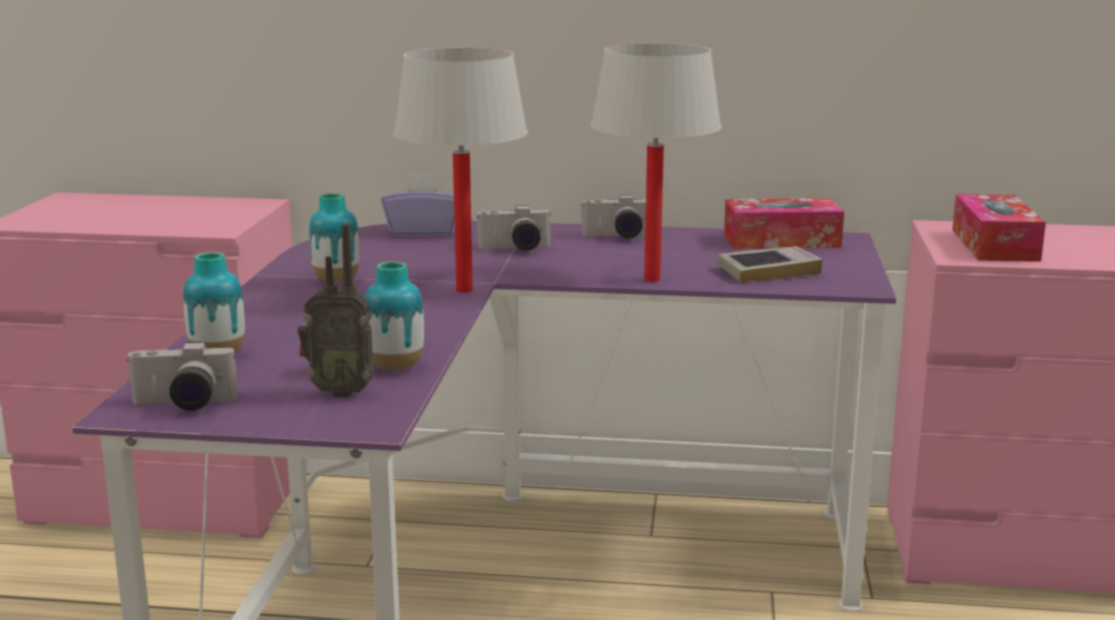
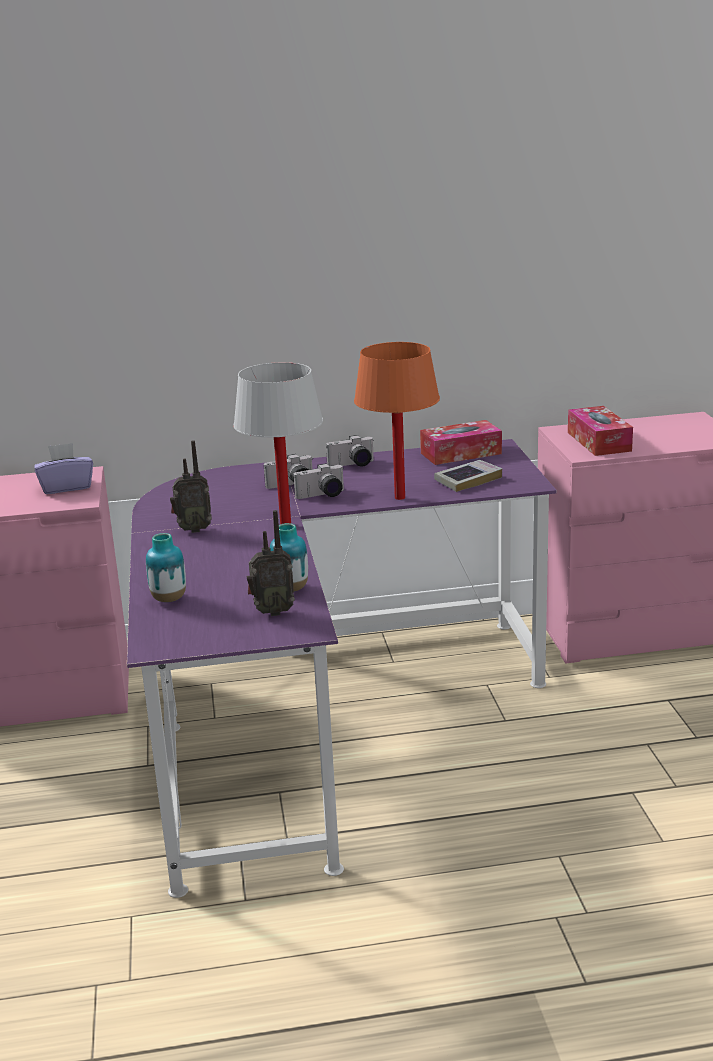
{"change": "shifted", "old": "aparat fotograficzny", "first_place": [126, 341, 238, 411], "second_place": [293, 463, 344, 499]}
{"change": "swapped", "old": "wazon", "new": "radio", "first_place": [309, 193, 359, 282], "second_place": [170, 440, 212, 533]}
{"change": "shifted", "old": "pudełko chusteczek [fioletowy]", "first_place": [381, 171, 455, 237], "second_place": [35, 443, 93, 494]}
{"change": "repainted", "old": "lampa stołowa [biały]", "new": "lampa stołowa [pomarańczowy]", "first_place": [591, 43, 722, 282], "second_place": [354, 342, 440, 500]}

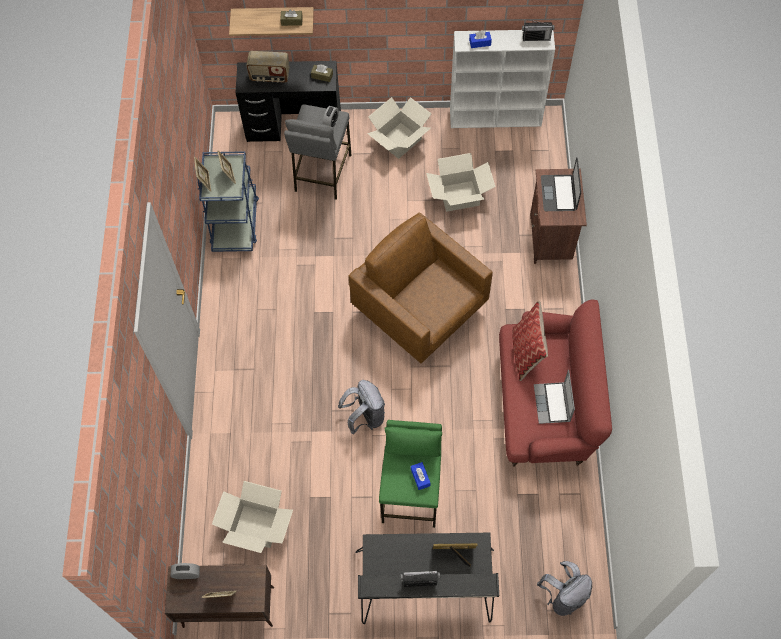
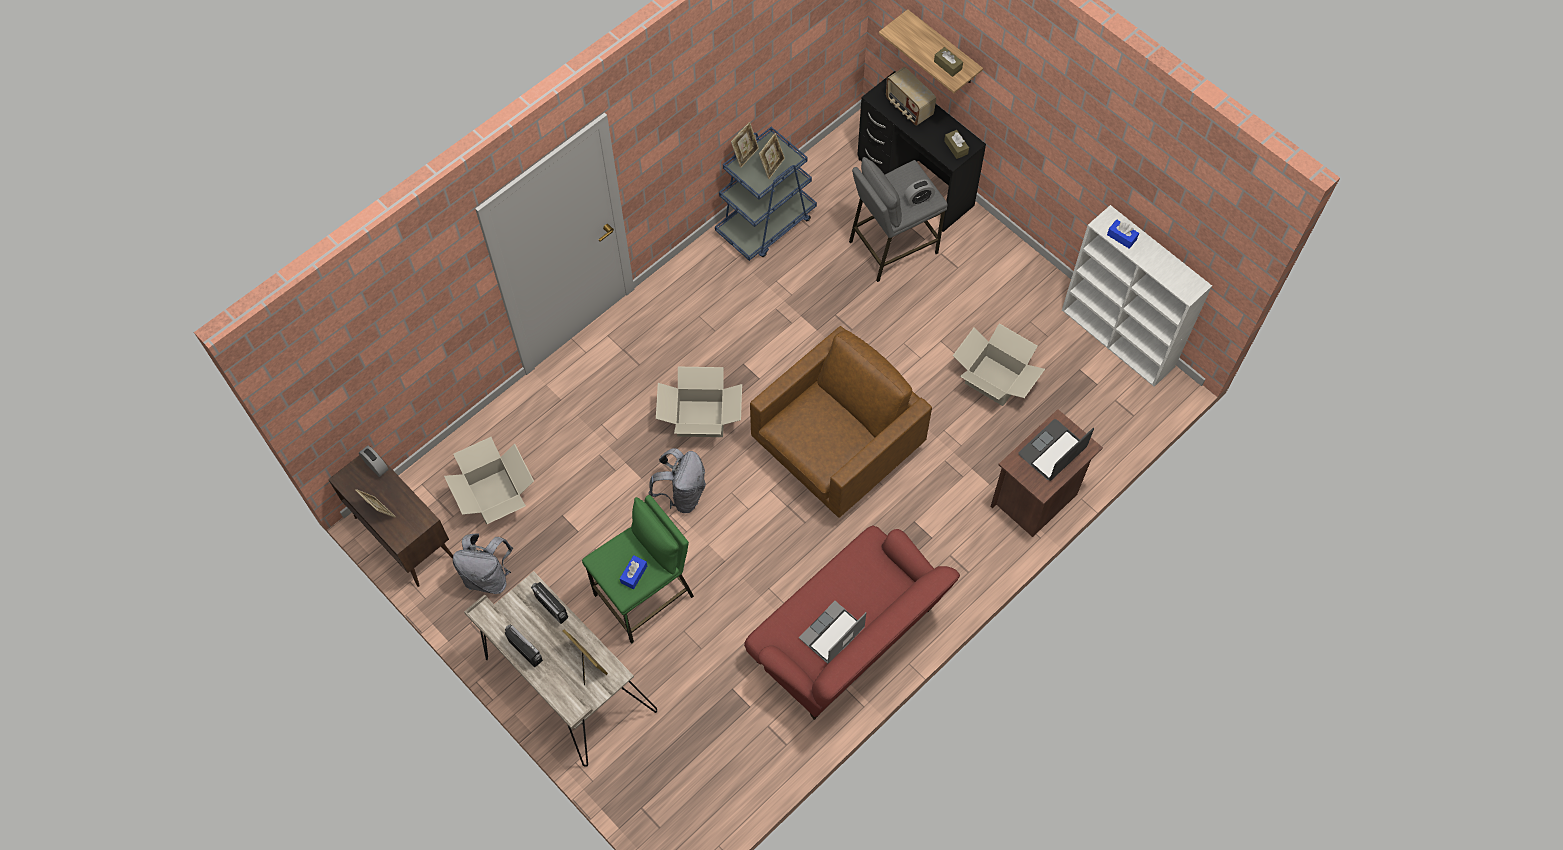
{"change": "rotated", "old": "fotel [brązowy]", "first_place": [348, 212, 493, 363], "second_place": [750, 326, 932, 518], "degrees": 45}
{"change": "repainted", "old": "biurko [czarny]", "new": "biurko [beżowy]", "first_place": [355, 533, 499, 624], "second_place": [464, 571, 657, 767]}
{"change": "shifted", "old": "karton", "first_place": [367, 97, 431, 159], "second_place": [656, 367, 742, 437]}
{"change": "gone", "old": "poduszka", "first_place": [512, 300, 548, 381]}
{"change": "shifted", "old": "radio", "first_place": [522, 20, 554, 41], "second_place": [531, 582, 568, 624]}
{"change": "shifted", "old": "plecak [szary]", "first_place": [537, 561, 592, 616], "second_place": [453, 533, 513, 594]}

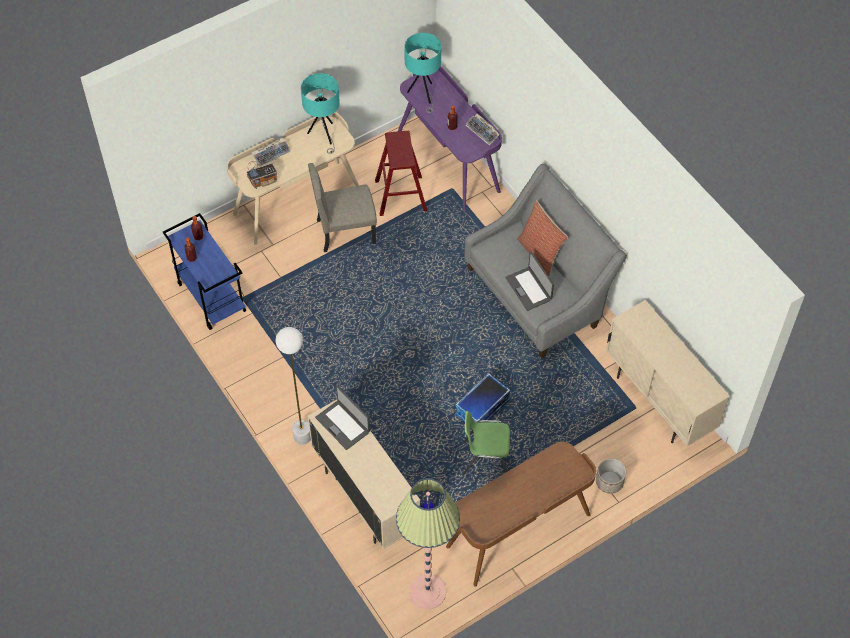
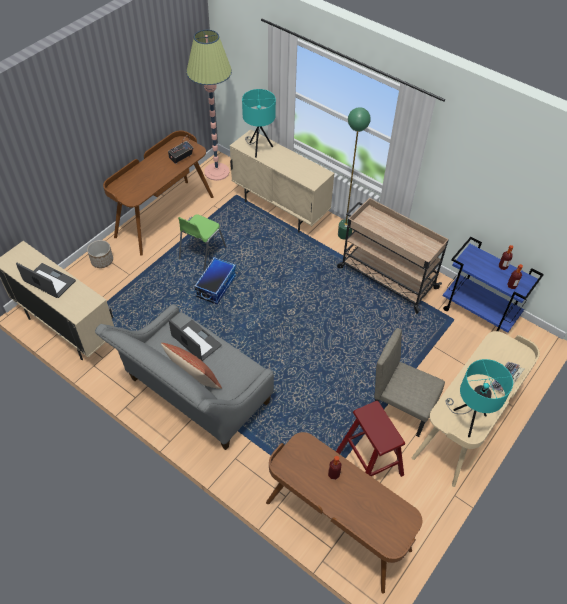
{"change": "shifted", "old": "radio", "first_place": [247, 161, 277, 189], "second_place": [168, 135, 194, 164]}
{"change": "repainted", "old": "lampa stojąca [biały]", "new": "lampa stojąca [zielony]", "first_place": [276, 327, 311, 445], "second_place": [338, 107, 371, 240]}
{"change": "rotated", "old": "krzesło [beżowy]", "first_place": [308, 163, 377, 252], "second_place": [374, 328, 445, 437], "degrees": -120}
{"change": "shifted", "old": "laptop", "first_place": [315, 385, 370, 450], "second_place": [16, 263, 76, 298]}
{"change": "repainted", "old": "biurko [fioletowy]", "new": "biurko [brązowy]", "first_place": [398, 66, 502, 211], "second_place": [266, 432, 423, 594]}
{"change": "shifted", "old": "lampa stołowa [turkusowy]", "first_place": [404, 33, 441, 113], "second_place": [242, 89, 276, 158]}
{"change": "rotated", "old": "krzesło [zielony]", "first_place": [462, 411, 512, 476], "second_place": [178, 214, 226, 271], "degrees": 135}
{"change": "gone", "old": "klawiatura", "first_place": [465, 113, 499, 146]}
{"change": "new", "new": "wózek [beżowy]", "second_place": [337, 198, 449, 314]}

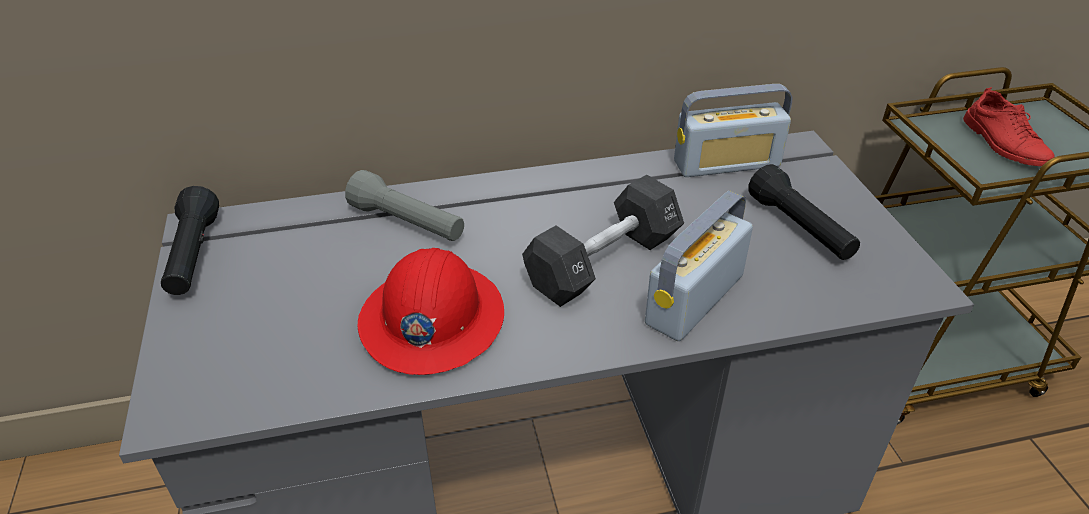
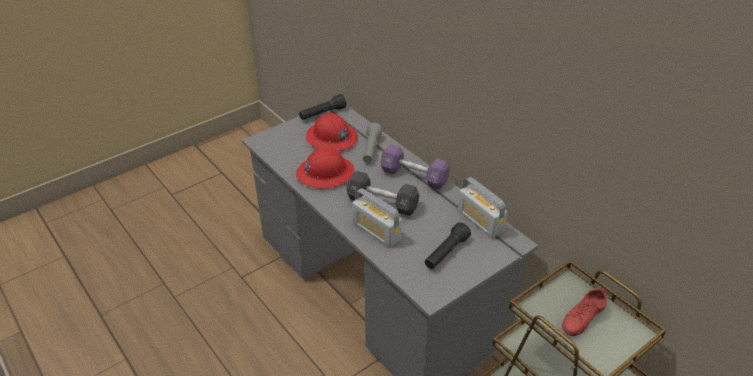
{"change": "rotated", "old": "radio", "first_place": [645, 191, 753, 341], "second_place": [352, 188, 402, 248], "degrees": -150}
{"change": "new", "new": "kask [czerwony]", "second_place": [306, 113, 358, 151]}
{"change": "new", "new": "hantel [fioletowy]", "second_place": [380, 144, 450, 189]}

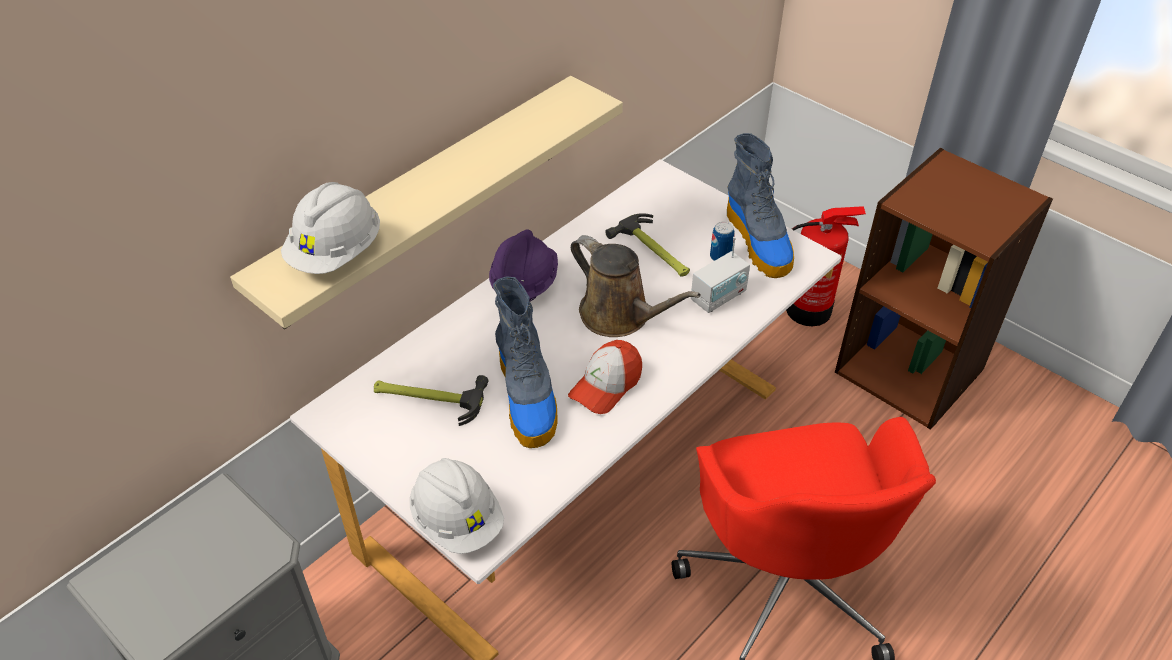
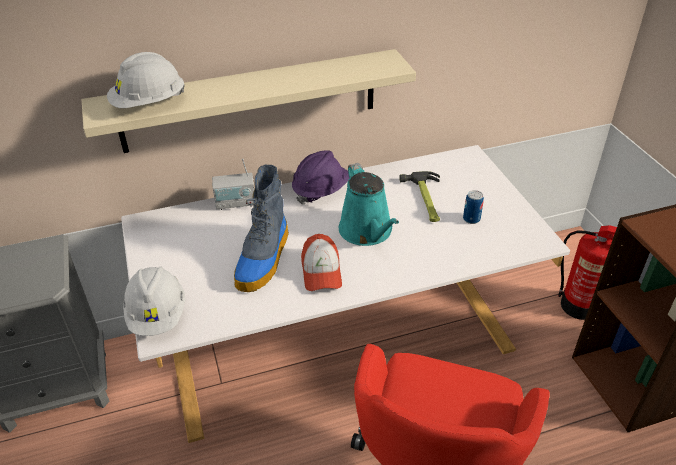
{"change": "gone", "old": "młotek", "first_place": [374, 375, 489, 426]}
{"change": "rotated", "old": "czapka z daszkiem", "first_place": [568, 340, 642, 414], "second_place": [301, 234, 342, 291], "degrees": -75}
{"change": "repainted", "old": "konewka [brązowy]", "new": "konewka [turkusowy]", "first_place": [571, 235, 701, 337], "second_place": [339, 163, 399, 246]}
{"change": "shifted", "old": "radio", "first_place": [691, 237, 750, 313], "second_place": [212, 158, 254, 210]}
{"change": "gone", "old": "but z cholewką", "first_place": [727, 133, 794, 278]}

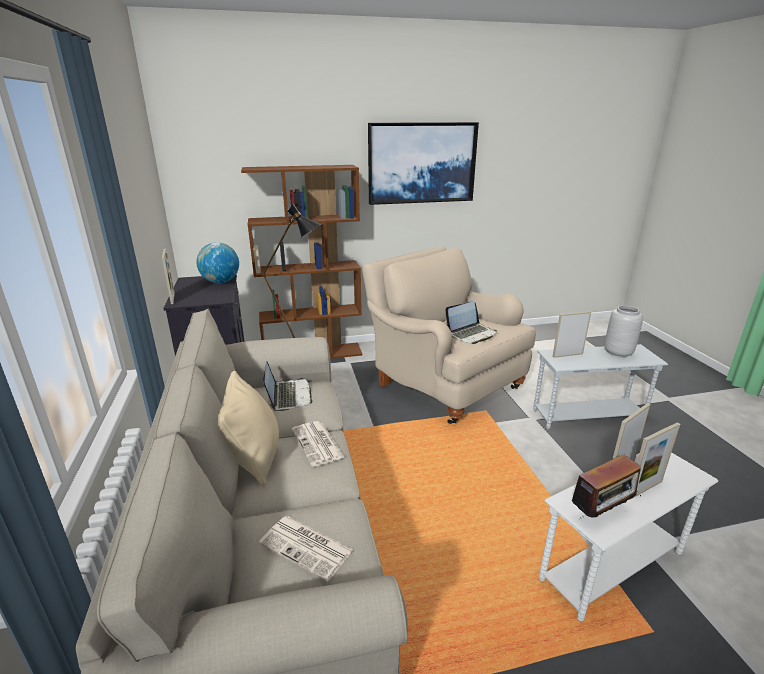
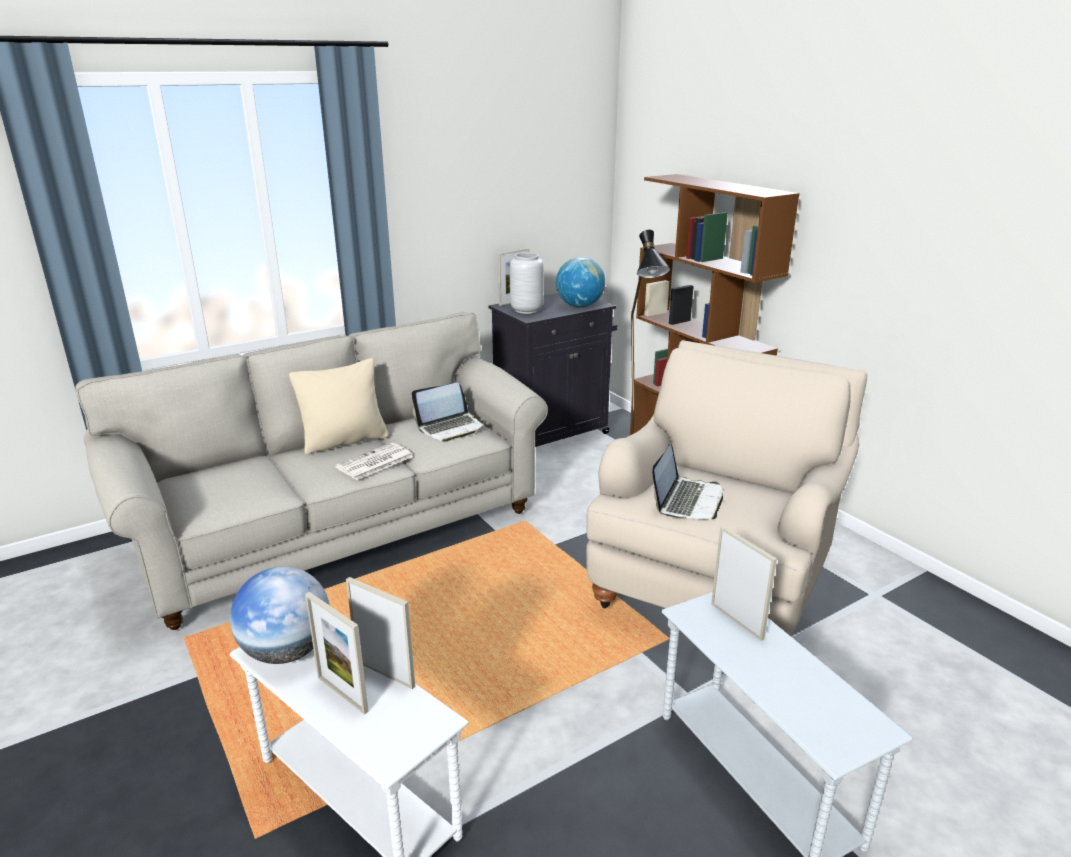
{"change": "gone", "old": "gazeta", "first_place": [259, 516, 354, 582]}
{"change": "gone", "old": "obraz", "first_place": [368, 122, 479, 205]}
{"change": "rotated", "old": "laptop", "first_place": [445, 301, 497, 344], "second_place": [652, 444, 723, 520], "degrees": -105}
{"change": "swapped", "old": "radio", "new": "globus", "first_place": [570, 454, 641, 518], "second_place": [230, 566, 329, 664]}
{"change": "shifted", "old": "wazon [szary]", "first_place": [604, 305, 643, 358], "second_place": [510, 253, 544, 314]}

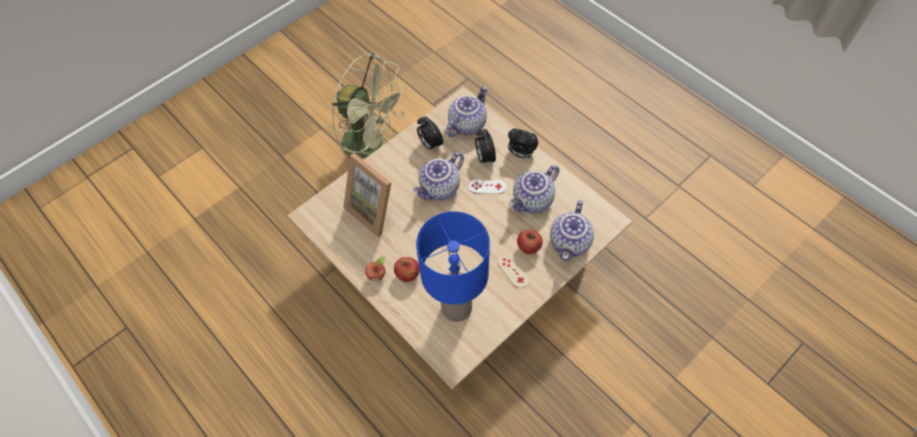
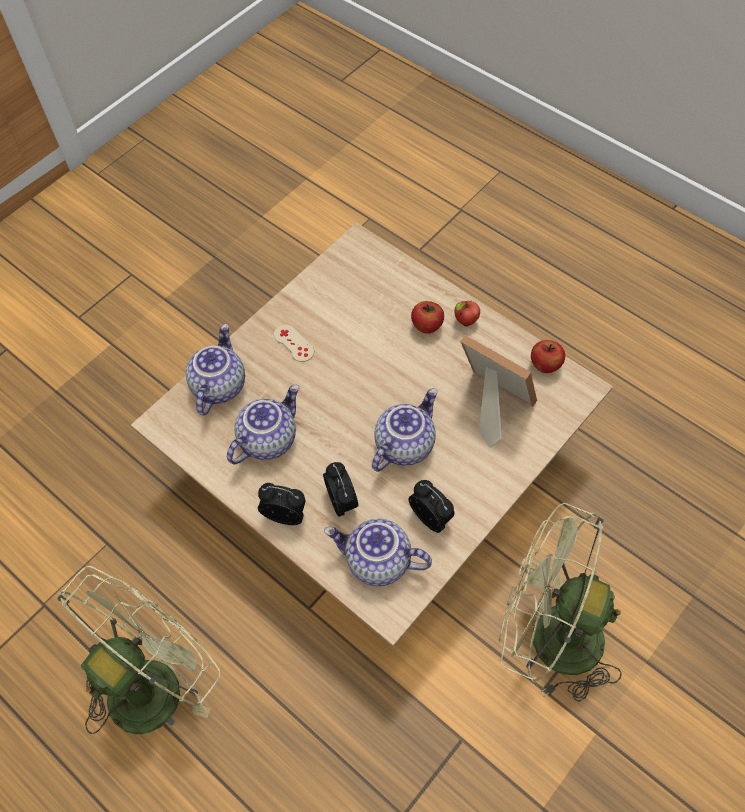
{"change": "gone", "old": "lampa stołowa [niebieski]", "first_place": [416, 211, 490, 322]}
{"change": "rotated", "old": "imbryk", "first_place": [446, 86, 488, 137], "second_place": [324, 519, 432, 586], "degrees": 75}
{"change": "gone", "old": "pad do gier [biały]", "first_place": [469, 179, 506, 194]}
{"change": "shifted", "old": "jabłko", "first_place": [517, 229, 543, 254], "second_place": [531, 340, 565, 373]}
{"change": "new", "new": "wentylator [zielony]", "second_place": [57, 566, 220, 734]}

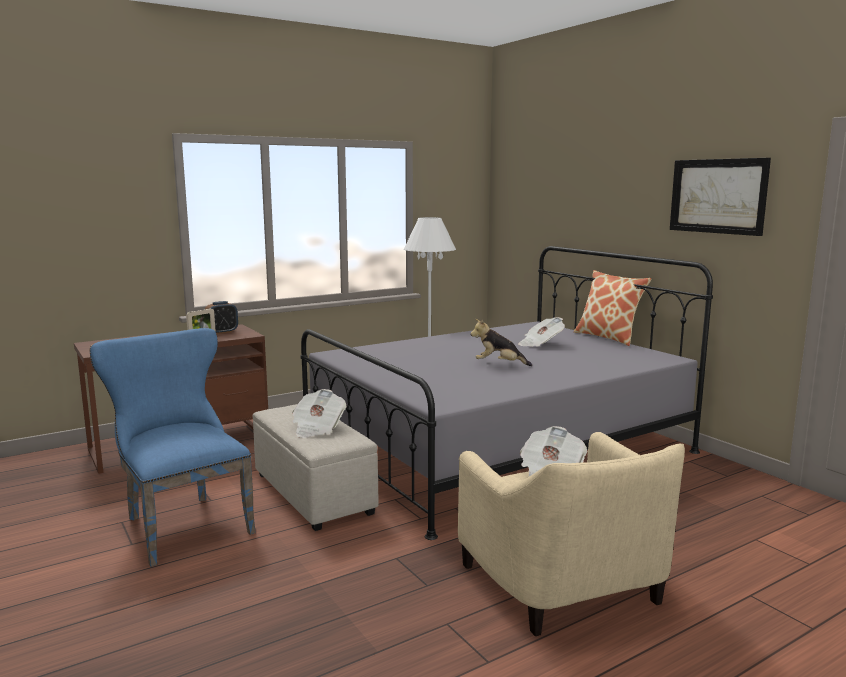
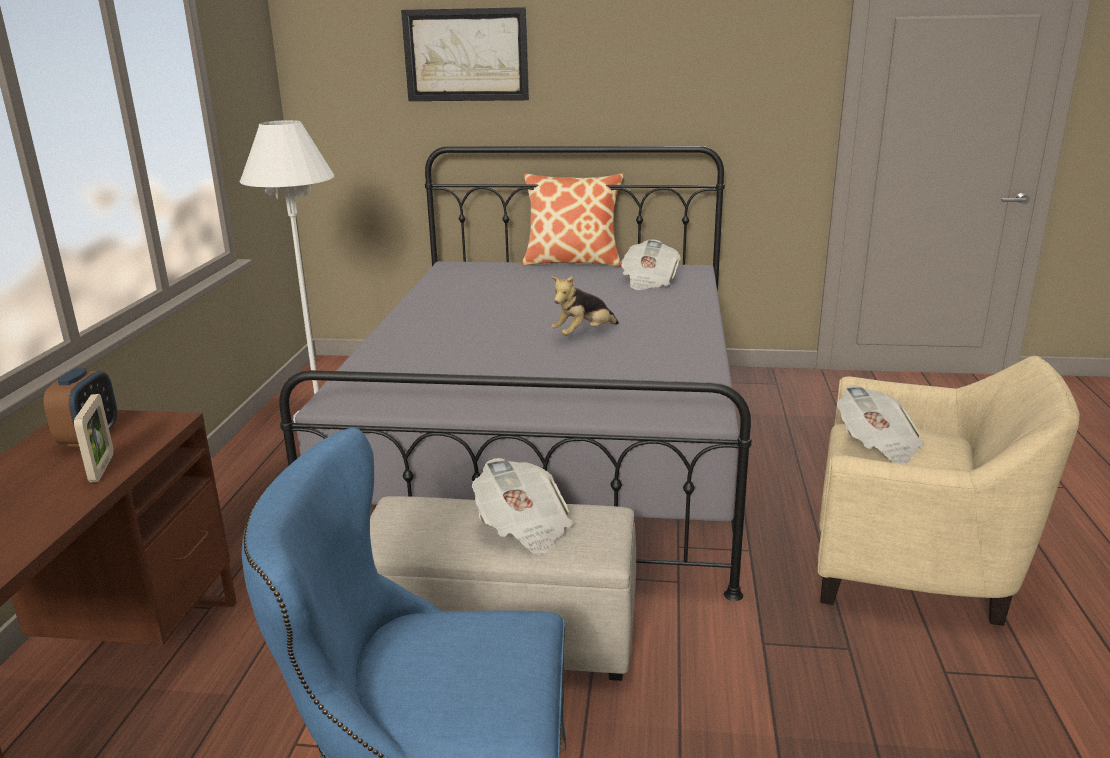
{"change": "shifted", "old": "gazeta", "first_place": [518, 317, 565, 347], "second_place": [621, 239, 681, 290]}
{"change": "shifted", "old": "obraz", "first_place": [670, 158, 771, 236], "second_place": [401, 7, 529, 101]}

